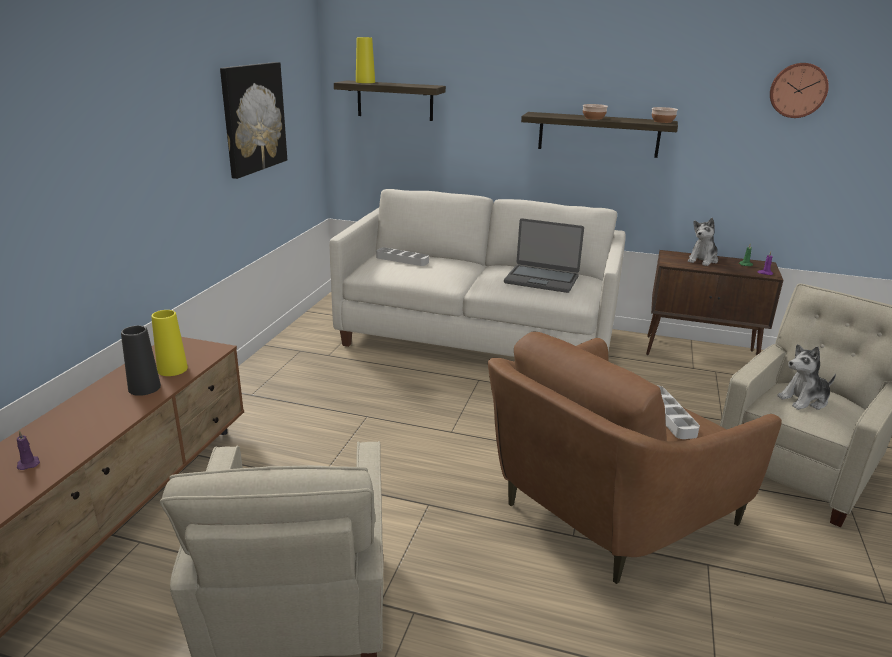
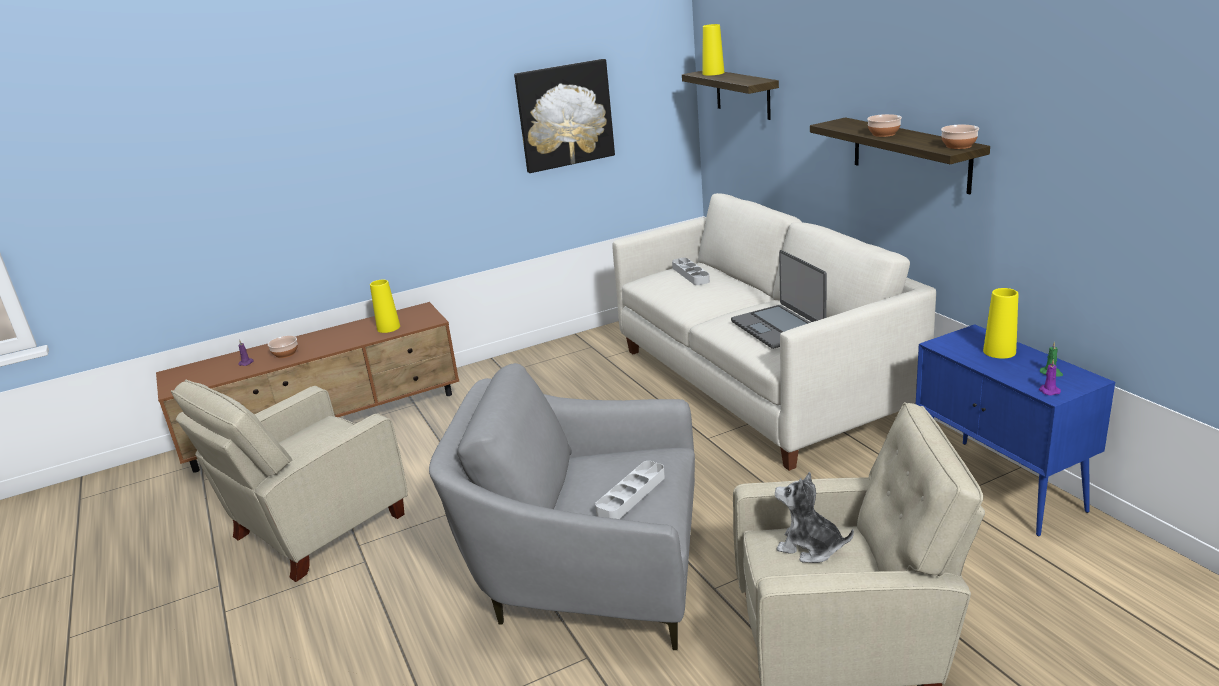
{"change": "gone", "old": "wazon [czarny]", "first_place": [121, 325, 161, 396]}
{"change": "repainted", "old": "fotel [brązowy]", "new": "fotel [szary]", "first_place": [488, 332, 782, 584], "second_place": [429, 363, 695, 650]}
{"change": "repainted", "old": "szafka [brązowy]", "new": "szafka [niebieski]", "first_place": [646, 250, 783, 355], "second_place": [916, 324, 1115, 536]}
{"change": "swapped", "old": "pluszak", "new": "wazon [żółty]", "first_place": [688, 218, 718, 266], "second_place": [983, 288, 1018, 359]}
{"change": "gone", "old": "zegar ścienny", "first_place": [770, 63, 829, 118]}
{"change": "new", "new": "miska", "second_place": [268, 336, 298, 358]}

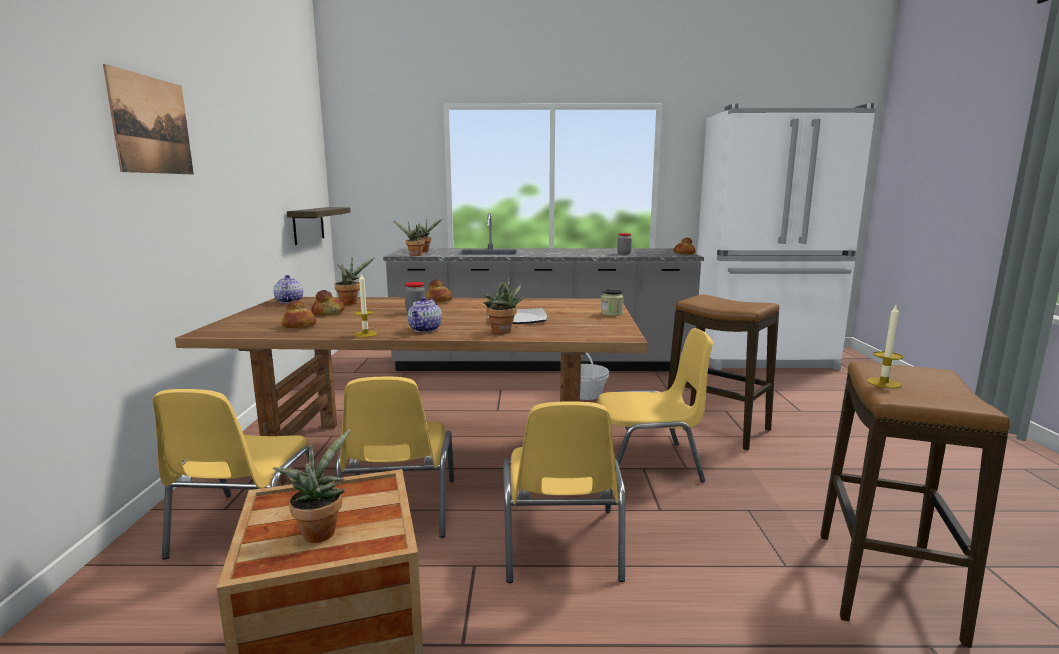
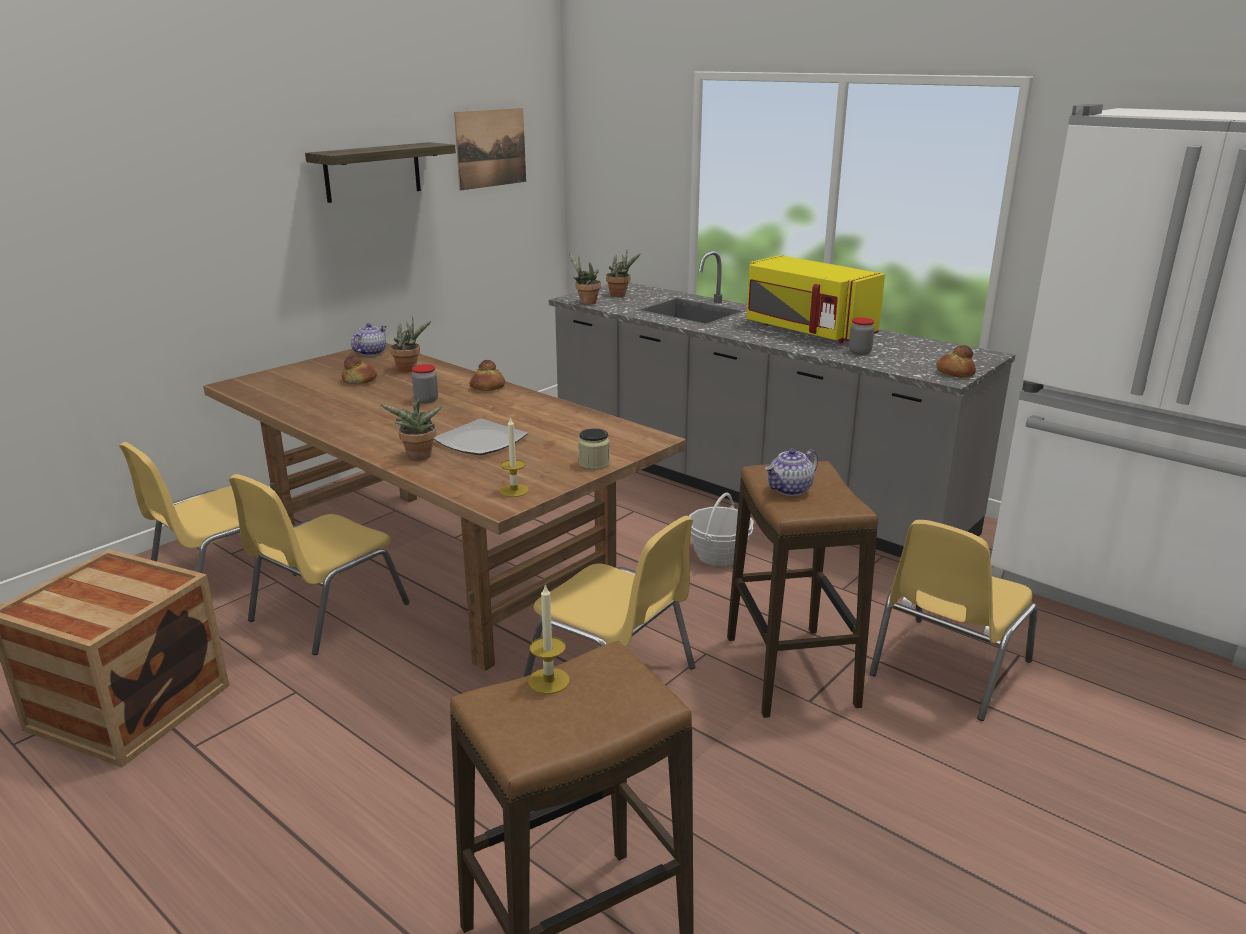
{"change": "shifted", "old": "obraz", "first_place": [103, 64, 194, 174], "second_place": [454, 108, 526, 191]}
{"change": "gone", "old": "roślina doniczkowa", "first_place": [273, 429, 351, 543]}
{"change": "gone", "old": "chleb", "first_place": [281, 300, 316, 328]}
{"change": "shifted", "old": "półka", "first_place": [287, 207, 351, 245], "second_place": [305, 142, 456, 203]}
{"change": "shifted", "old": "świeca", "first_place": [354, 273, 378, 337], "second_place": [500, 416, 529, 497]}
{"change": "shifted", "old": "imbryk", "first_place": [407, 297, 442, 332], "second_place": [765, 449, 818, 496]}
{"change": "shifted", "old": "krzesło [żółty]", "first_place": [503, 402, 626, 583], "second_place": [869, 520, 1038, 721]}
{"change": "new", "new": "mikrofalówka [żółty]", "second_place": [747, 255, 885, 343]}

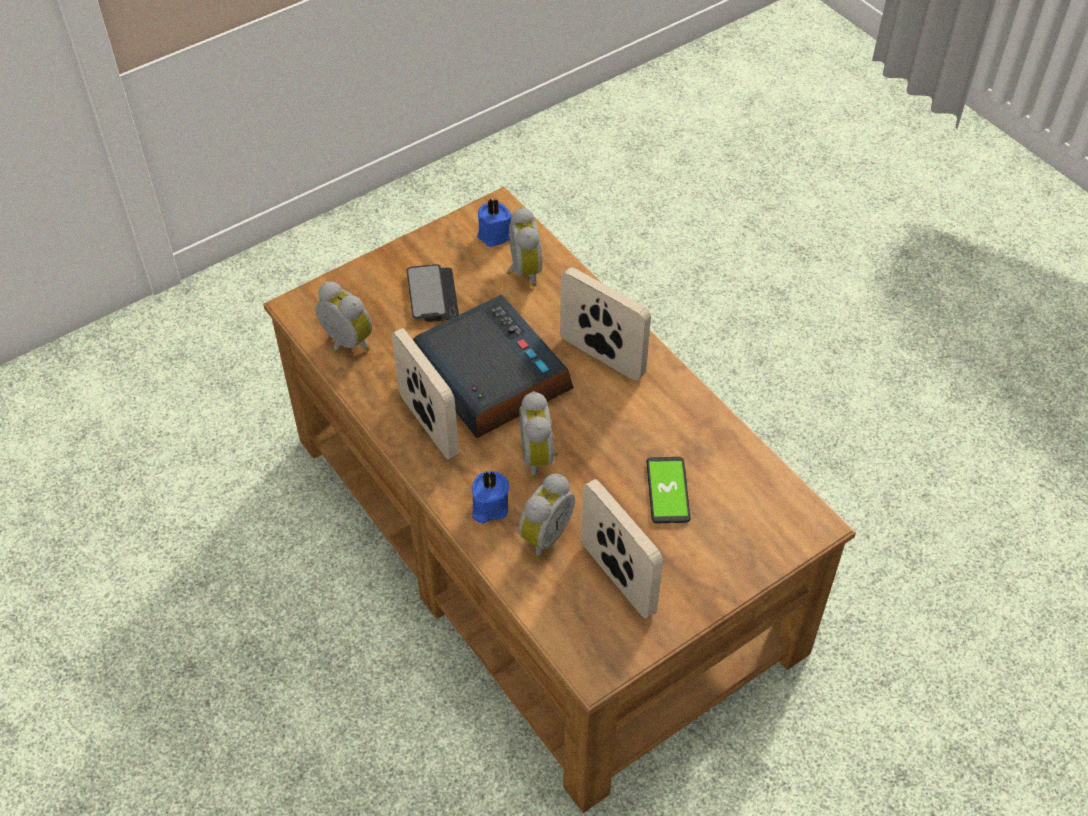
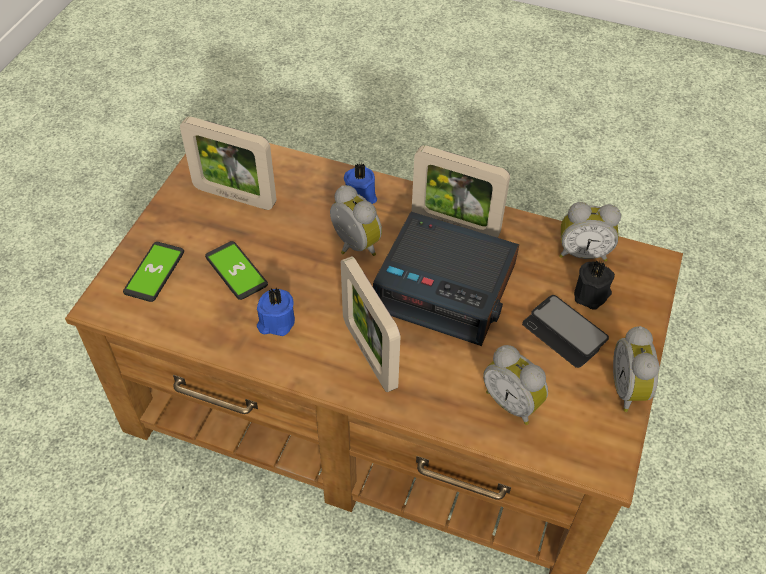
{"change": "shifted", "old": "świeca [niebieski]", "first_place": [477, 199, 512, 247], "second_place": [257, 287, 295, 336]}
{"change": "shifted", "old": "budzik", "first_place": [518, 474, 575, 559], "second_place": [613, 326, 659, 412]}
{"change": "rotated", "old": "ramka na zdjęcie", "first_place": [560, 267, 651, 380], "second_place": [341, 256, 400, 392], "degrees": 60}
{"change": "new", "new": "telefon", "second_place": [123, 242, 184, 302]}
{"change": "new", "new": "świeca [czarny]", "second_place": [574, 260, 615, 310]}

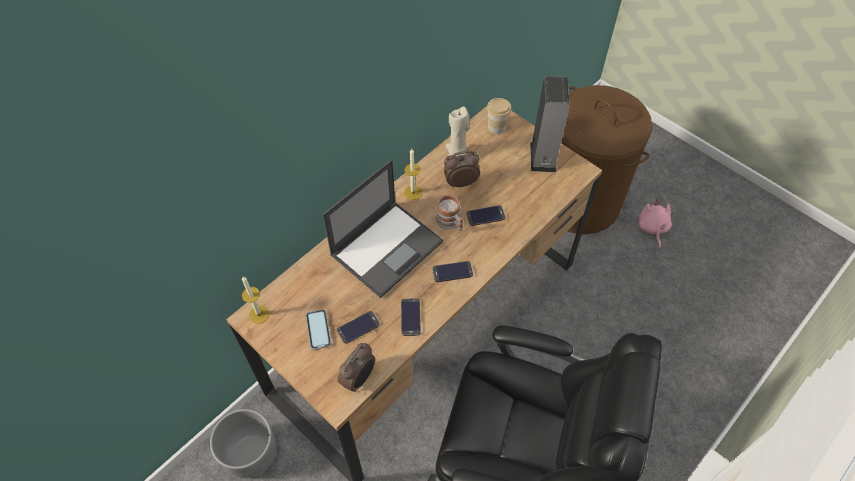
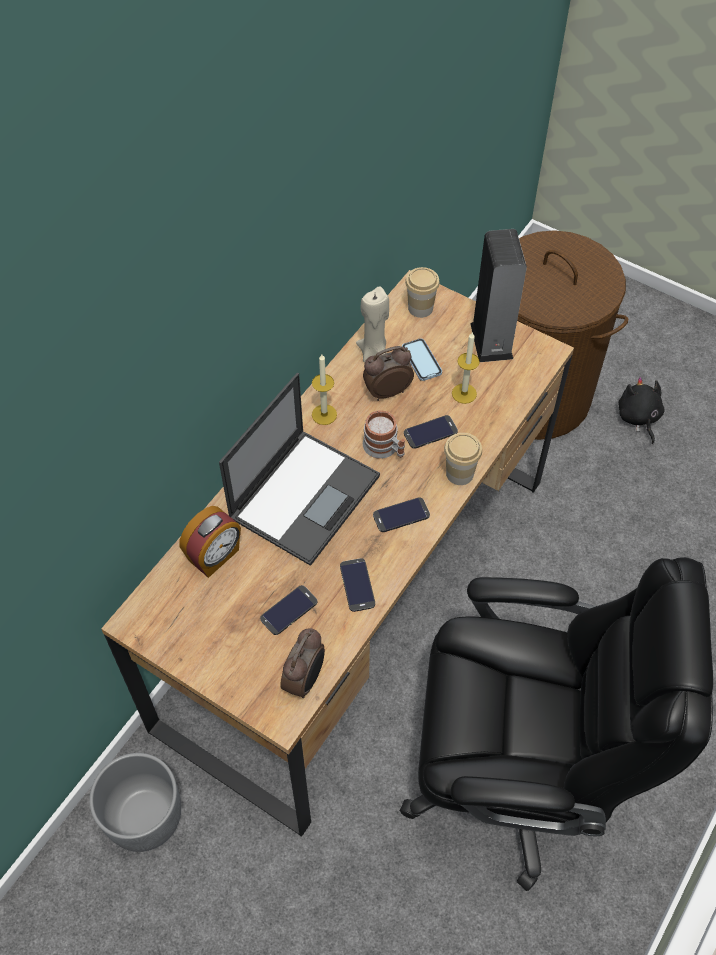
{"change": "shifted", "old": "świeca", "first_place": [242, 276, 269, 324], "second_place": [452, 332, 480, 404]}
{"change": "shifted", "old": "telefon", "first_place": [306, 310, 331, 350], "second_place": [402, 338, 442, 381]}
{"change": "repainted", "old": "pluszak [różowy]", "new": "pluszak [czarny]", "first_place": [638, 199, 672, 249], "second_place": [619, 377, 664, 444]}
{"change": "new", "new": "budzik", "second_place": [179, 506, 241, 578]}
{"change": "new", "new": "filiżanka", "second_place": [444, 433, 482, 485]}

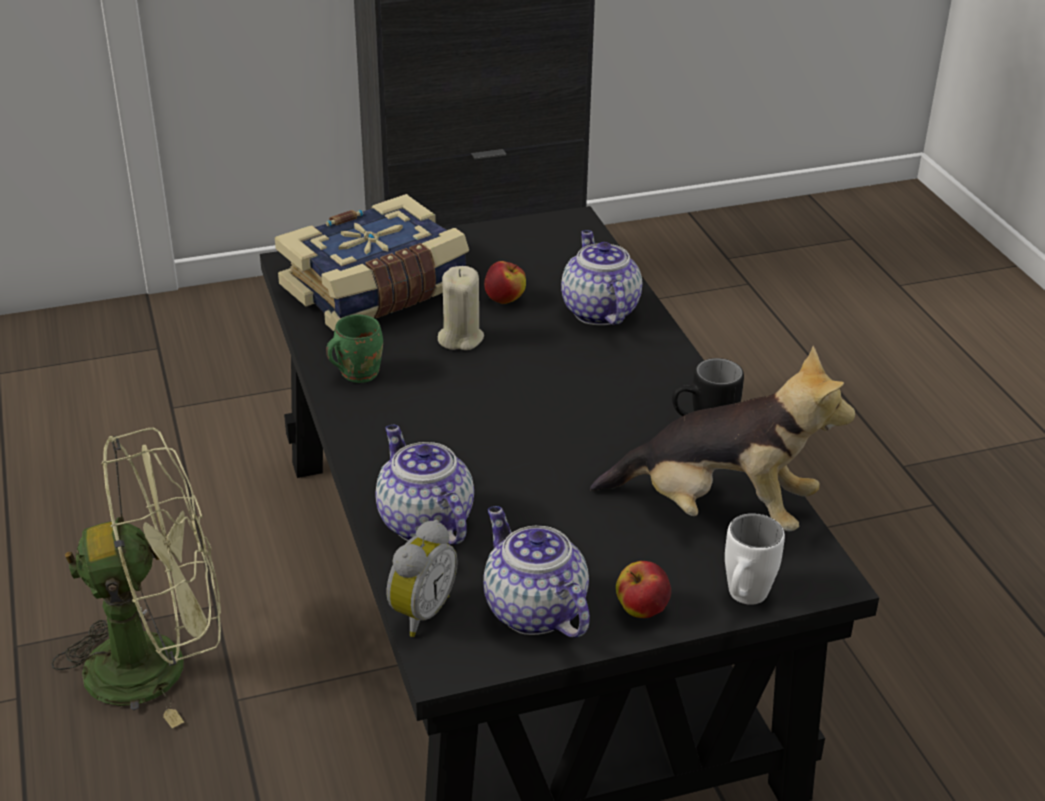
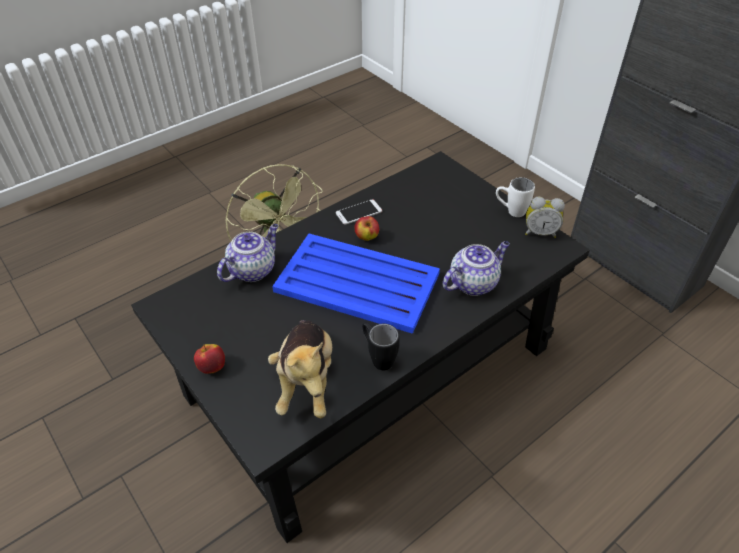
{"change": "gone", "old": "książka", "first_place": [275, 194, 469, 331]}
{"change": "swapped", "old": "kubek [zielony]", "new": "telefon", "first_place": [326, 314, 383, 383], "second_place": [336, 199, 382, 225]}
{"change": "shifted", "old": "budzik", "first_place": [387, 520, 458, 637], "second_place": [525, 197, 565, 238]}
{"change": "gone", "old": "świeca [beżowy]", "first_place": [438, 266, 484, 350]}
{"change": "gone", "old": "imbryk", "first_place": [483, 506, 590, 638]}
{"change": "shifted", "old": "jabłko", "first_place": [484, 261, 526, 304], "second_place": [354, 216, 379, 241]}
{"change": "shifted", "old": "kubek [biały]", "first_place": [725, 513, 785, 605], "second_place": [496, 177, 535, 217]}
{"change": "new", "new": "taca [niebieski]", "second_place": [272, 234, 440, 334]}

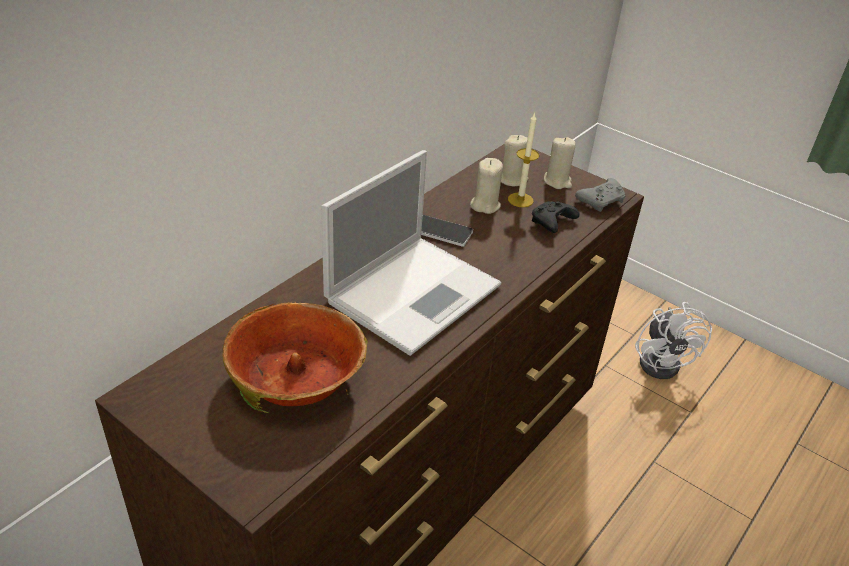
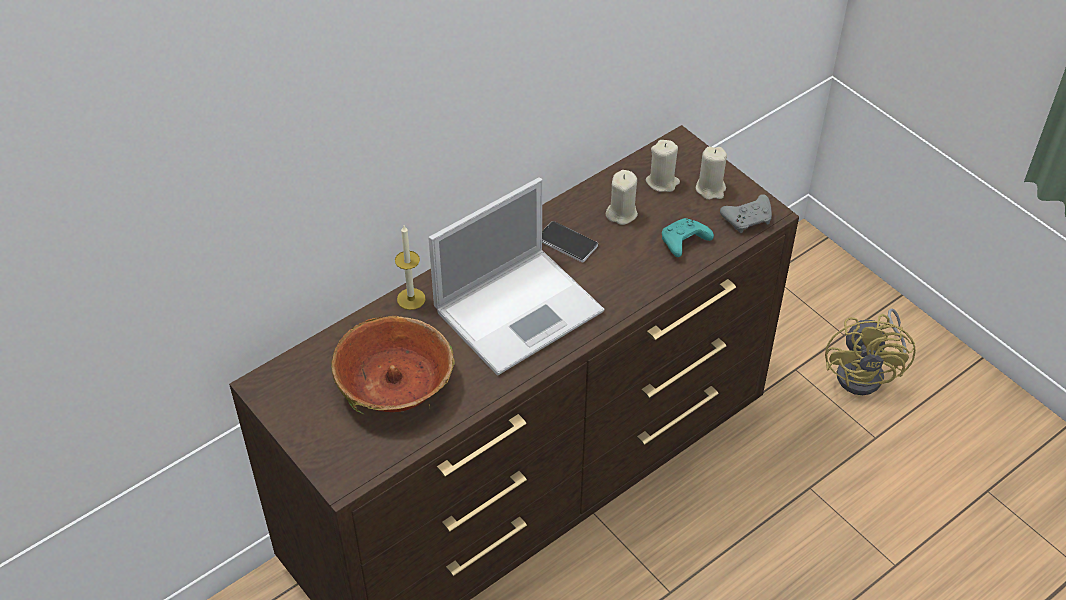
{"change": "shifted", "old": "świeca", "first_place": [508, 112, 539, 207], "second_place": [395, 226, 425, 310]}
{"change": "repainted", "old": "pad do gier [czarny]", "new": "pad do gier [turkusowy]", "first_place": [532, 201, 580, 233], "second_place": [662, 218, 714, 257]}
{"change": "repainted", "old": "wentylator [biały]", "new": "wentylator [żółty]", "first_place": [635, 302, 712, 379], "second_place": [825, 308, 916, 395]}

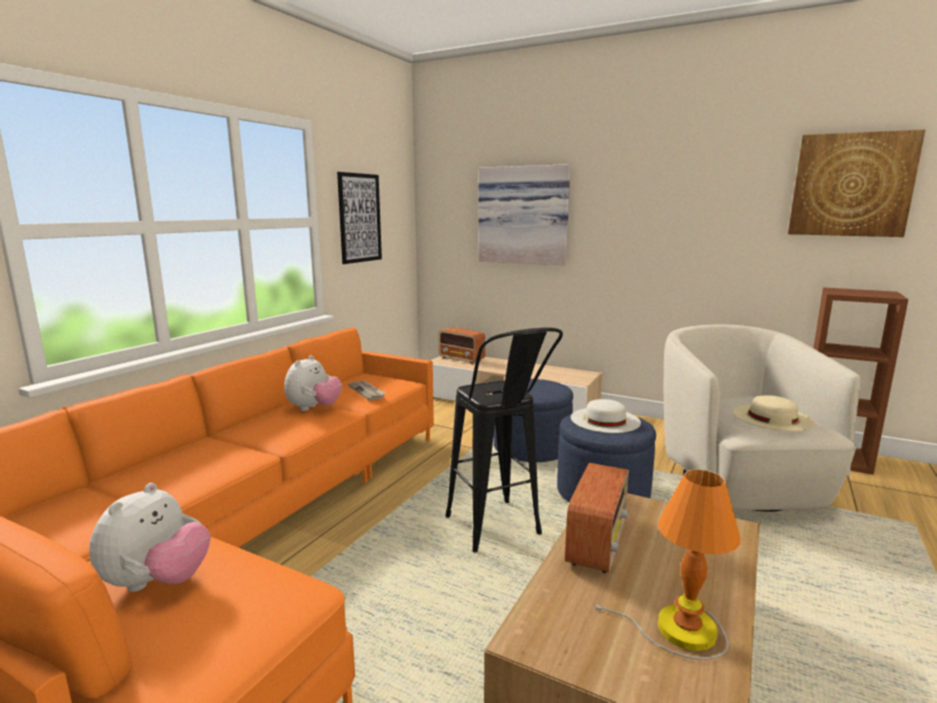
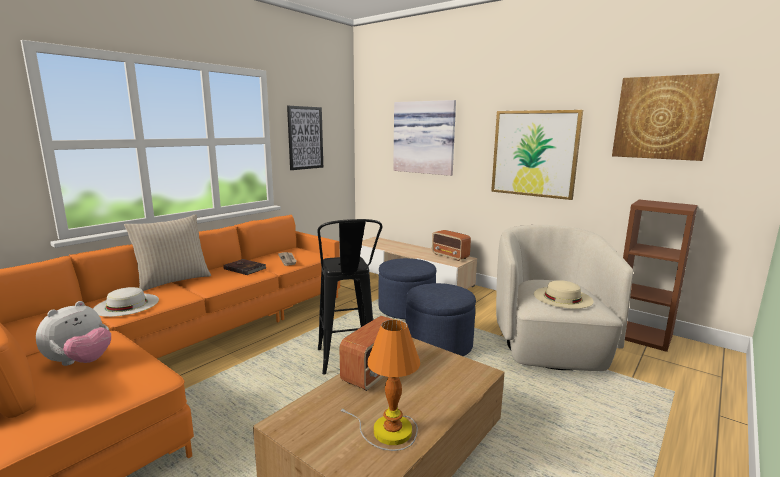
{"change": "swapped", "old": "pluszak", "new": "książka [brązowy]", "first_place": [284, 355, 342, 411], "second_place": [223, 259, 266, 275]}
{"change": "shifted", "old": "radio", "first_place": [438, 327, 485, 364], "second_place": [432, 230, 471, 261]}
{"change": "shifted", "old": "kapelusz [biały]", "first_place": [571, 399, 641, 433], "second_place": [93, 287, 159, 317]}
{"change": "new", "new": "poduszka [beżowy]", "second_place": [124, 214, 211, 291]}
{"change": "new", "new": "obraz", "second_place": [491, 110, 583, 200]}

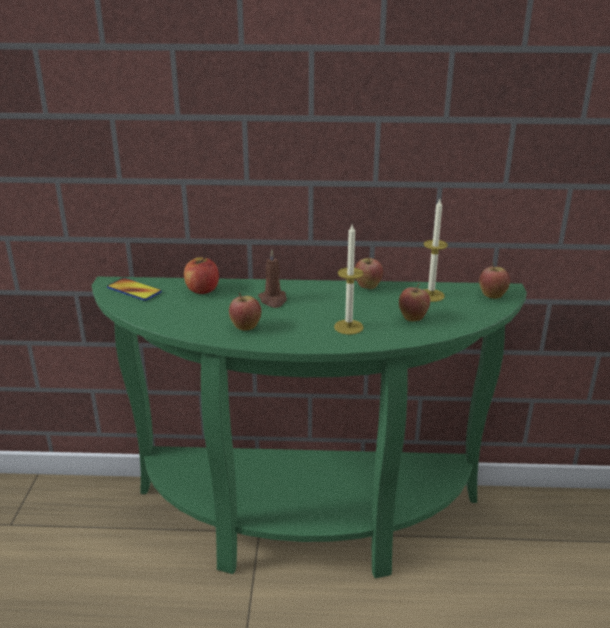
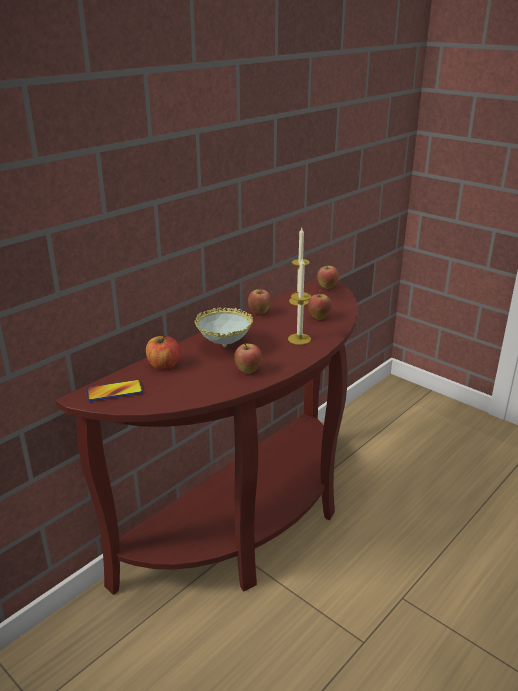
{"change": "repainted", "old": "stolik konsolowy [zielony]", "new": "stolik konsolowy [brązowy]", "first_place": [92, 277, 527, 578], "second_place": [56, 278, 358, 595]}
{"change": "swapped", "old": "świeca [brązowy]", "new": "miska", "first_place": [258, 250, 287, 308], "second_place": [195, 307, 253, 348]}

